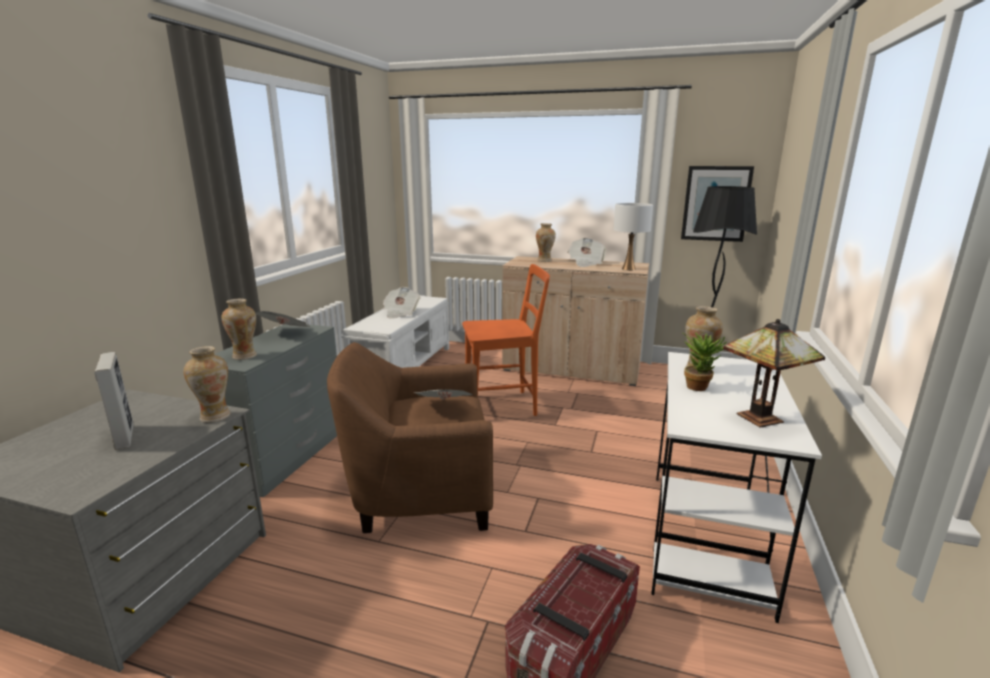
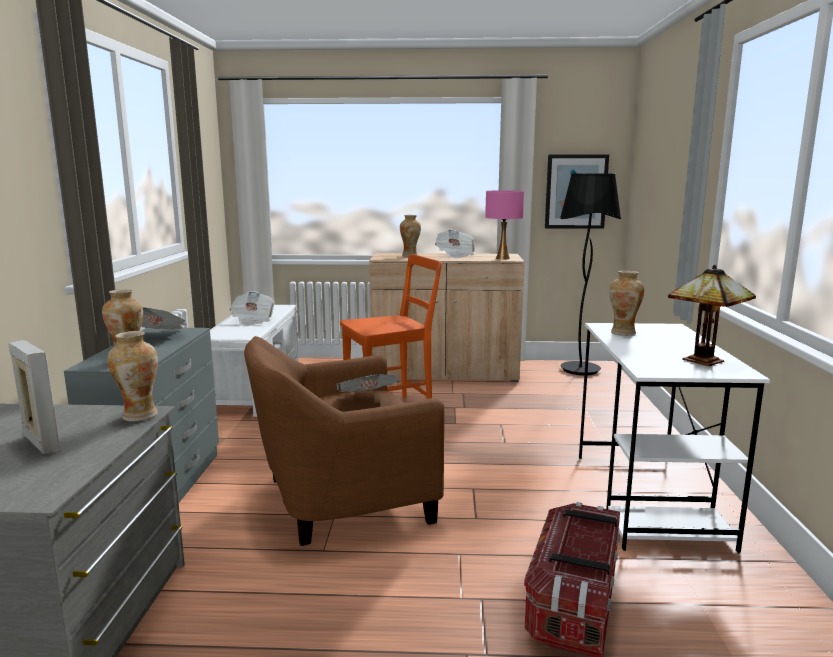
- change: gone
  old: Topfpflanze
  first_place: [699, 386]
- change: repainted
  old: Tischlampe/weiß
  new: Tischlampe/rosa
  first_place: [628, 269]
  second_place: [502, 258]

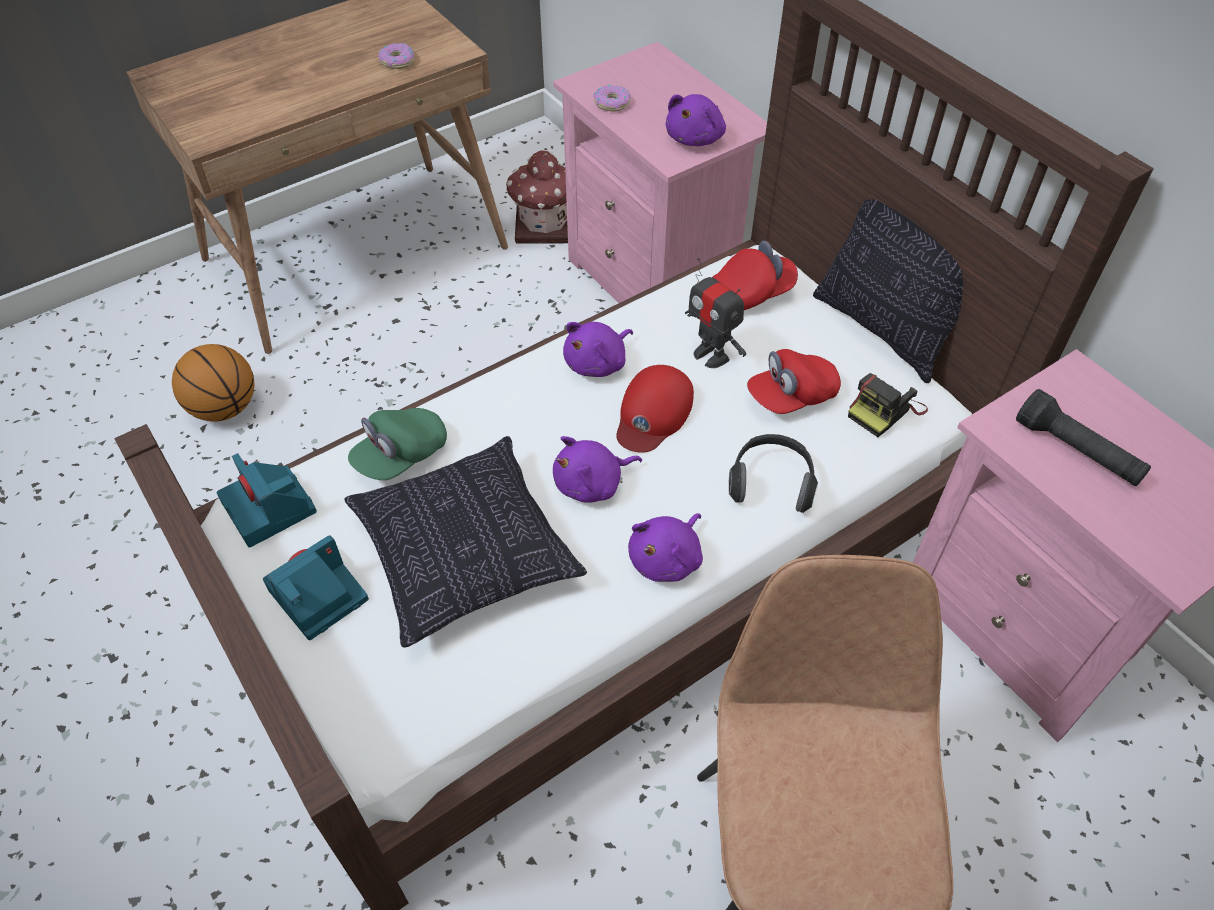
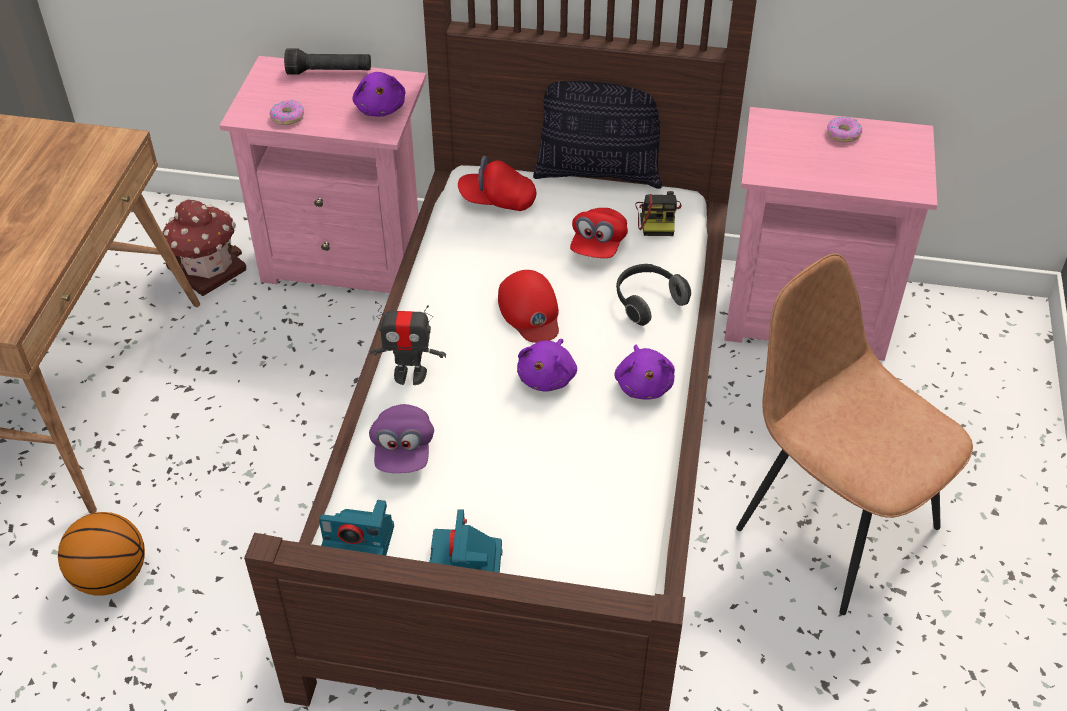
- change: gone
  old: Kissen
  first_place: [465, 553]
- change: gone
  old: Plüschtier/lila
  first_place: [598, 363]
- change: shifted
  old: Donut
  first_place: [397, 61]
  second_place: [843, 134]
- change: shifted
  old: Spielzeugroboter
  first_place: [711, 355]
  second_place: [410, 374]
- change: shifted
  old: Taschenlampe/schwarz
  first_place: [1076, 451]
  second_place: [329, 72]
- change: repainted
  old: Kappe/grün
  new: Kappe/lila
  first_place: [401, 456]
  second_place: [403, 451]
- change: rotated
  old: Kappe/rot
  first_place: [751, 294]
  second_place: [497, 200]
  degrees: -105

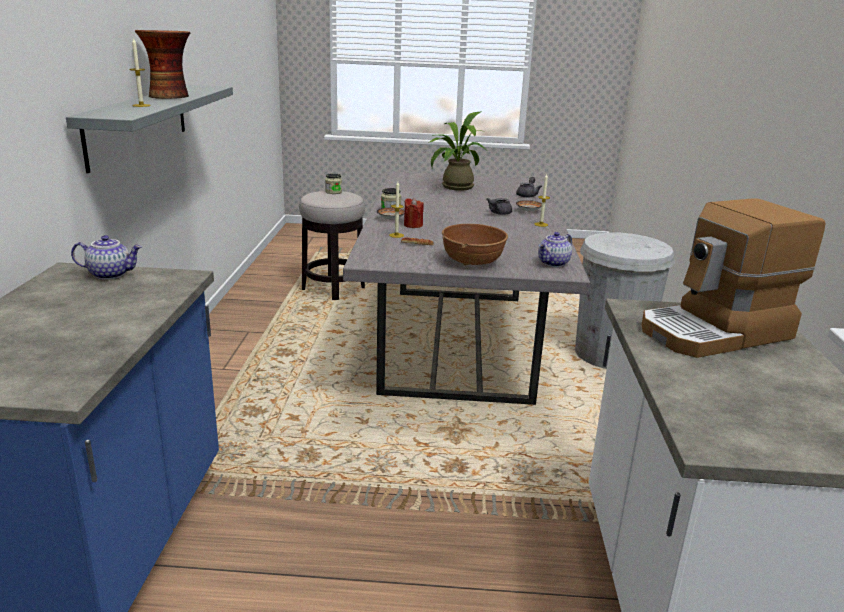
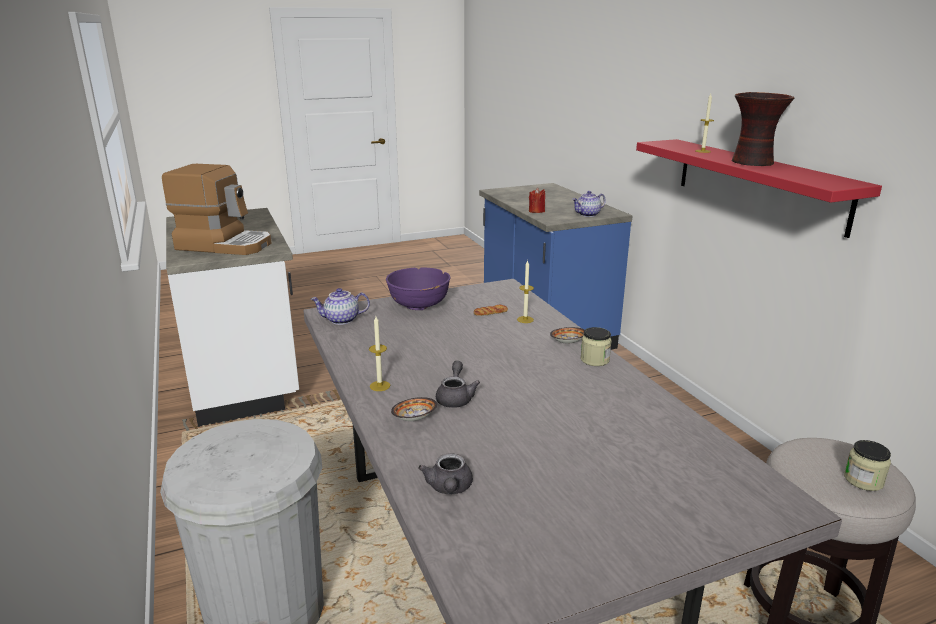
- change: gone
  old: Topfpflanze
  first_place: [454, 187]
- change: shifted
  old: Kerze/rot
  first_place: [413, 225]
  second_place: [536, 211]
- change: repainted
  old: Wandregal/grau
  new: Wandregal/rot
  first_place: [138, 123]
  second_place: [758, 183]
- change: repainted
  old: Schüssel/braun
  new: Schüssel/lila
  first_place: [472, 262]
  second_place: [418, 305]
- change: rotated
  old: Teekanne
  first_place: [554, 263]
  second_place: [341, 320]
  degrees: -120
- change: rotated
  old: Kaffeemaschine
  first_place: [716, 332]
  second_place: [225, 245]
  degrees: 60

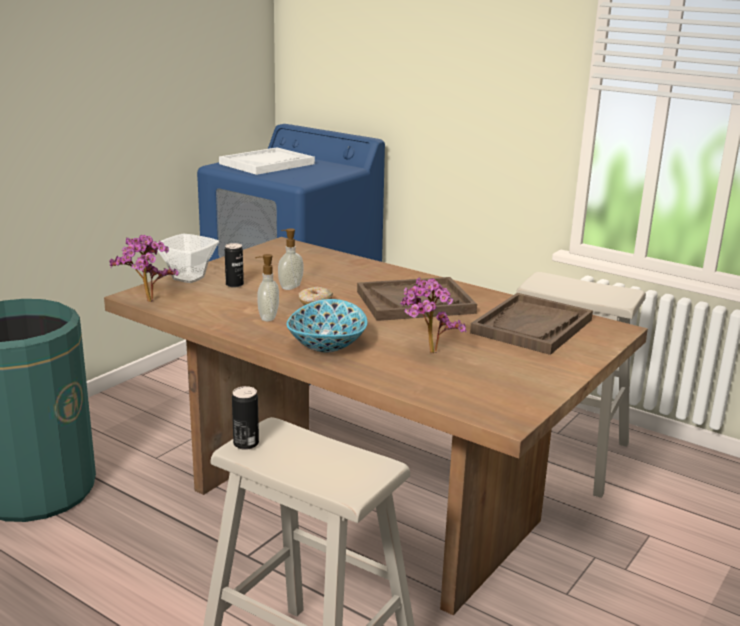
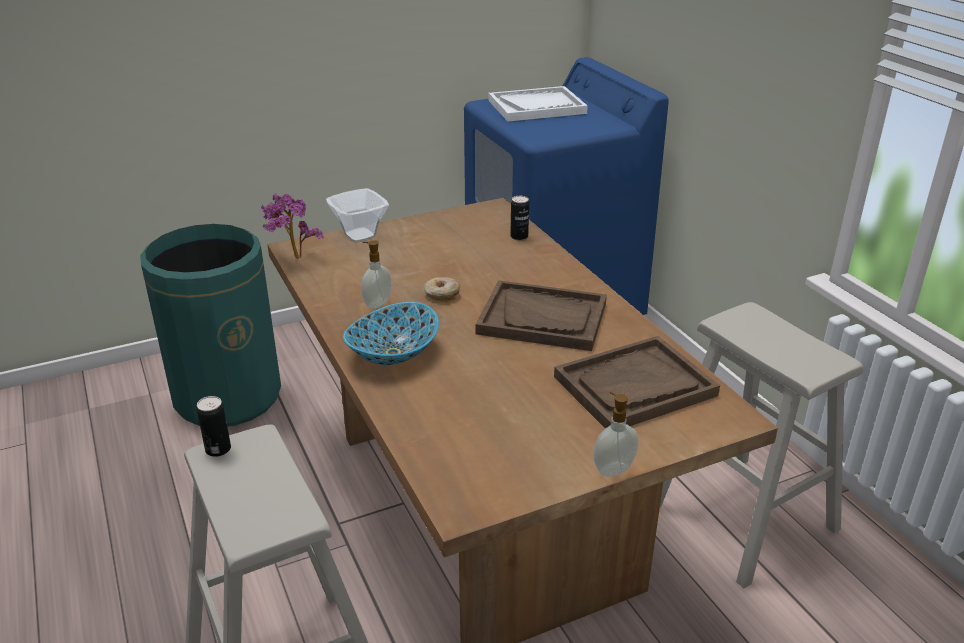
- change: gone
  old: Topfpflanze
  first_place: [427, 353]
- change: shifted
  old: Dose
  first_place: [234, 284]
  second_place: [519, 237]
- change: shifted
  old: Seifenspender
  first_place: [290, 287]
  second_place: [612, 469]

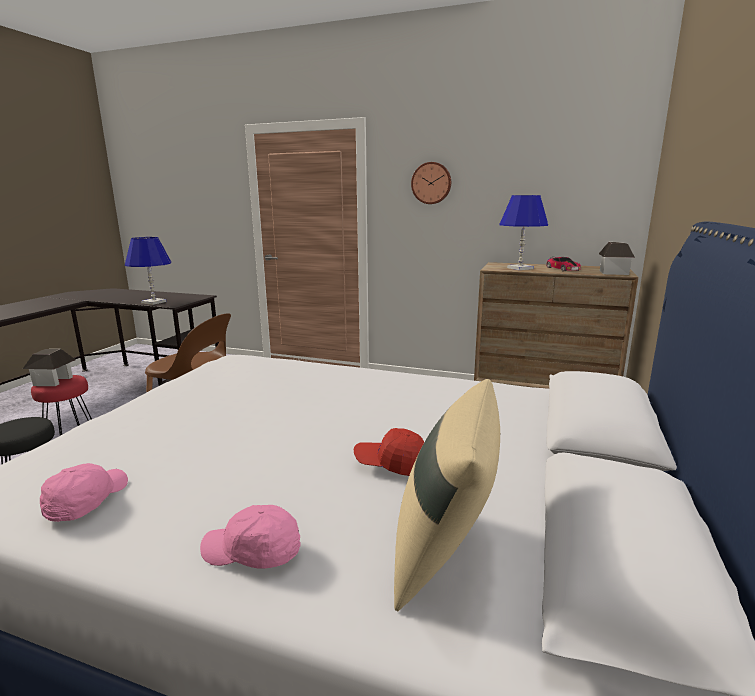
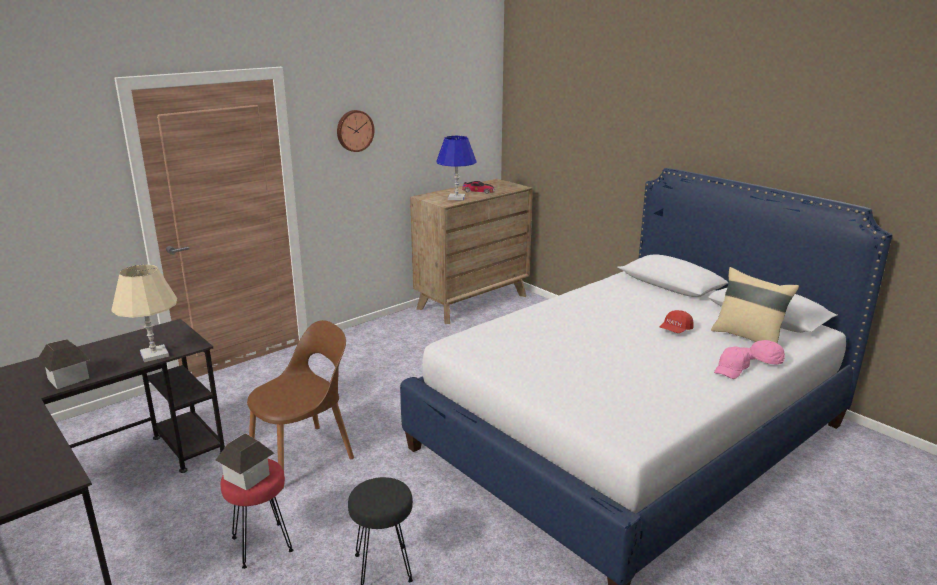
- change: shifted
  old: Kappe/rosa
  first_place: [86, 501]
  second_place: [761, 359]
- change: shifted
  old: Spielzeughaus
  first_place: [613, 272]
  second_place: [68, 378]
- change: repainted
  old: Tischlampe/blau
  new: Tischlampe/beige
  first_place: [154, 302]
  second_place: [154, 354]

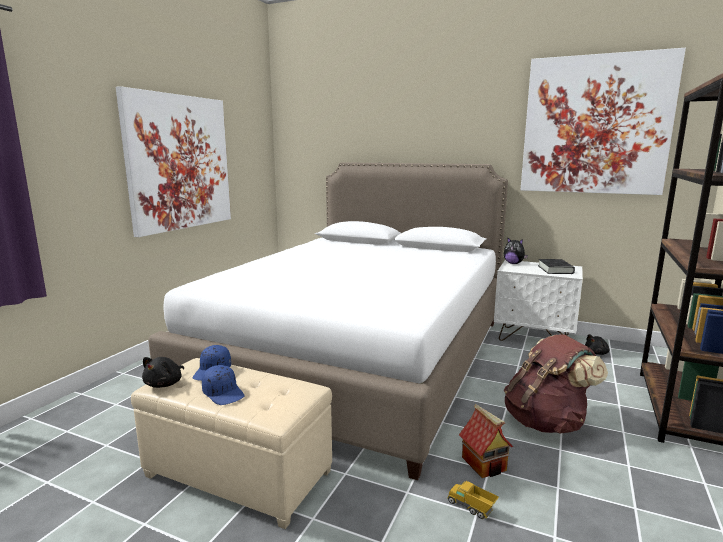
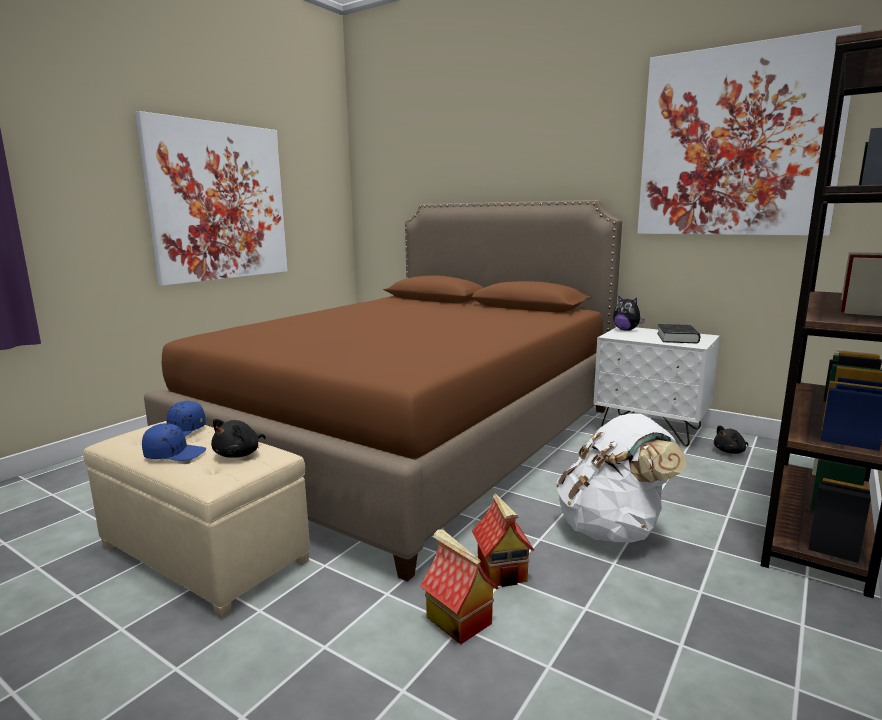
- change: shifted
  old: Plüschtier/schwarz
  first_place: [165, 384]
  second_place: [239, 454]
- change: swapped
  old: Spielzeuglaster
  new: Spielzeughaus
  first_place: [471, 508]
  second_place: [457, 620]
- change: repainted
  old: Bett/weiß
  new: Bett/braun
  first_place: [359, 357]
  second_place: [413, 439]
- change: repainted
  old: Rucksack/braun
  new: Rucksack/weiß
  first_place: [546, 422]
  second_place: [612, 529]
- change: rotated
  old: Kappe/blau
  first_place: [224, 393]
  second_place: [175, 454]
  degrees: -60

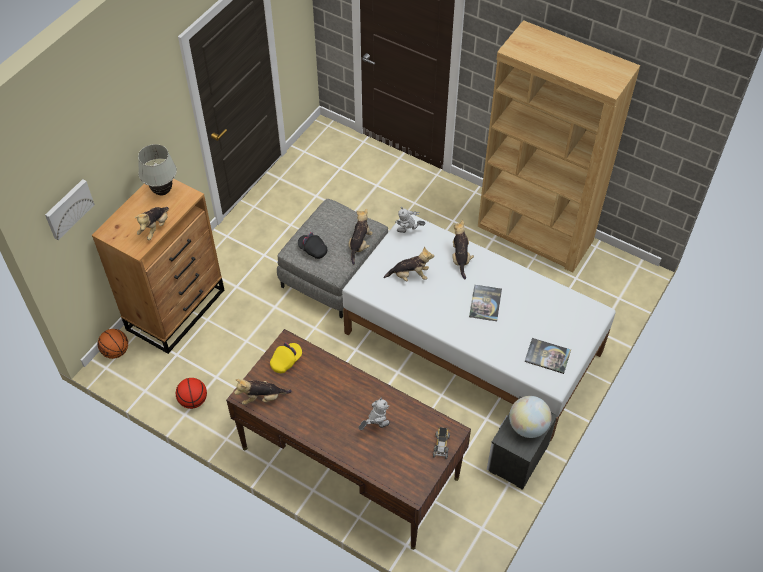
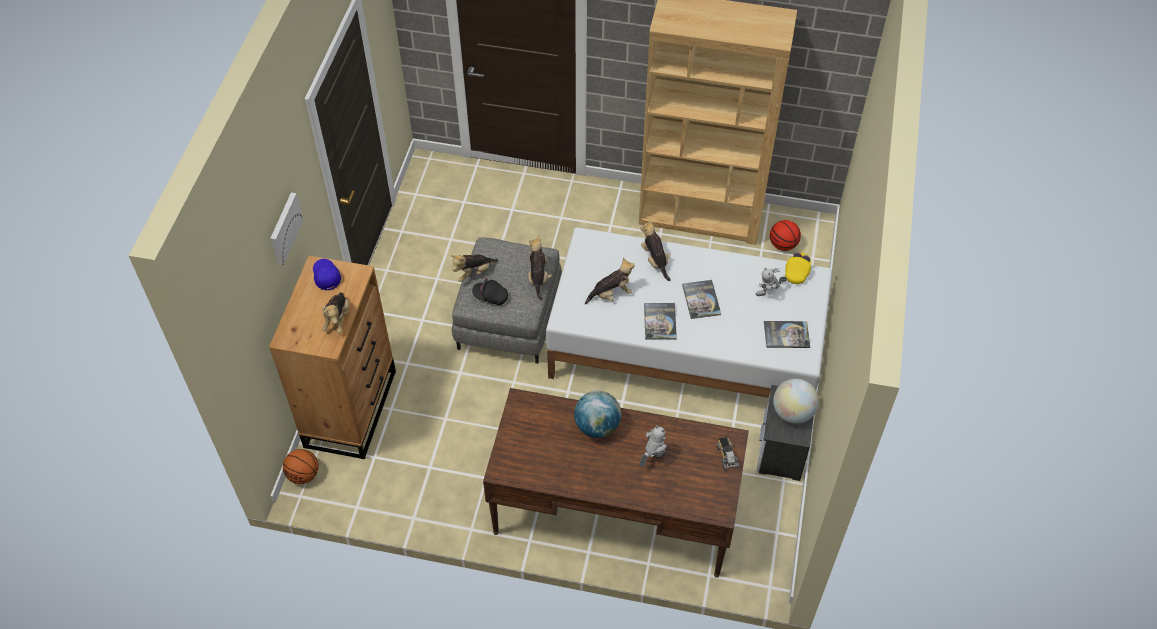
- change: new
  new: Globus
  second_place: [597, 426]
- change: new
  new: Buch
  second_place: [660, 321]
- change: shifted
  old: Bild
  first_place: [68, 208]
  second_place: [284, 228]
- change: shifted
  old: Basketball
  first_place: [193, 400]
  second_place: [783, 245]
- change: shifted
  old: Plüschtier
  first_place: [262, 398]
  second_place: [473, 273]
- change: shifted
  old: Kappe/gelb
  first_place: [286, 361]
  second_place: [797, 272]
- change: shifted
  old: Spielzeugroboter
  first_place: [408, 232]
  second_place: [769, 293]
- change: swapped
  old: Tischlampe/weiß
  new: Kappe/blau
  first_place: [162, 191]
  second_place: [326, 277]

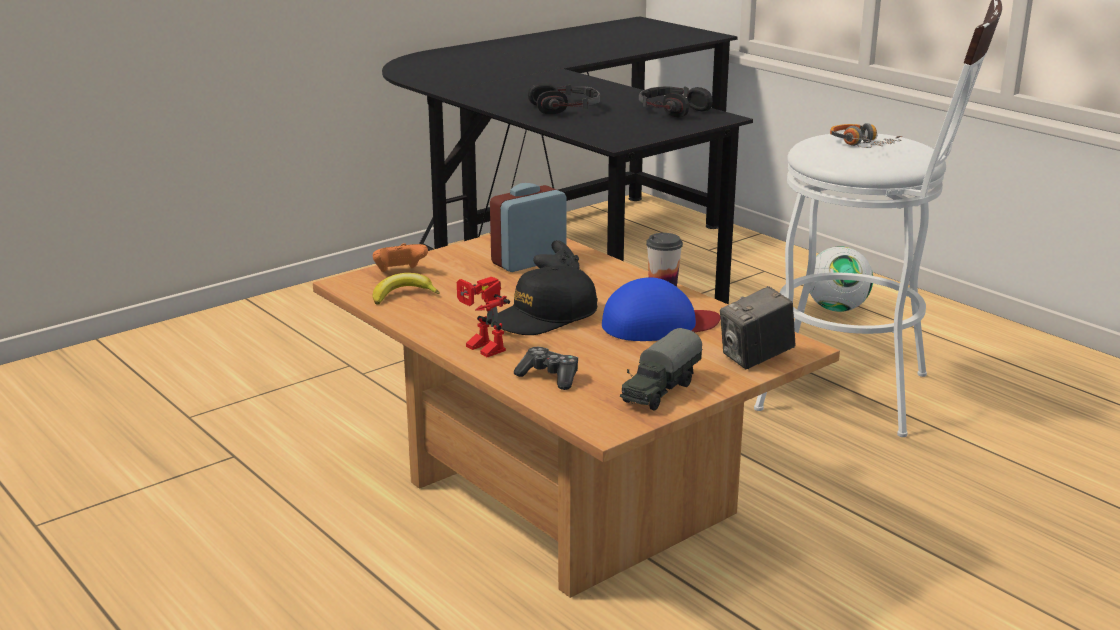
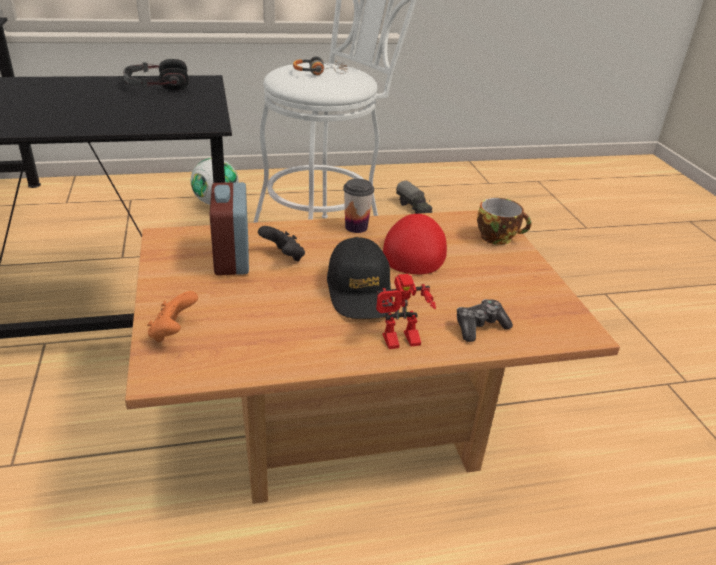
- change: gone
  old: Banane
  first_place: [403, 295]
- change: gone
  old: Kopfhörer
  first_place: [565, 108]
- change: shifted
  old: Spielzeuglaster
  first_place: [659, 391]
  second_place: [414, 208]
- change: swapped
  old: Kamera
  new: Tasse
  first_place: [755, 358]
  second_place: [498, 237]
- change: repainted
  old: Kappe/blau
  new: Kappe/rot
  first_place: [658, 324]
  second_place: [415, 249]

